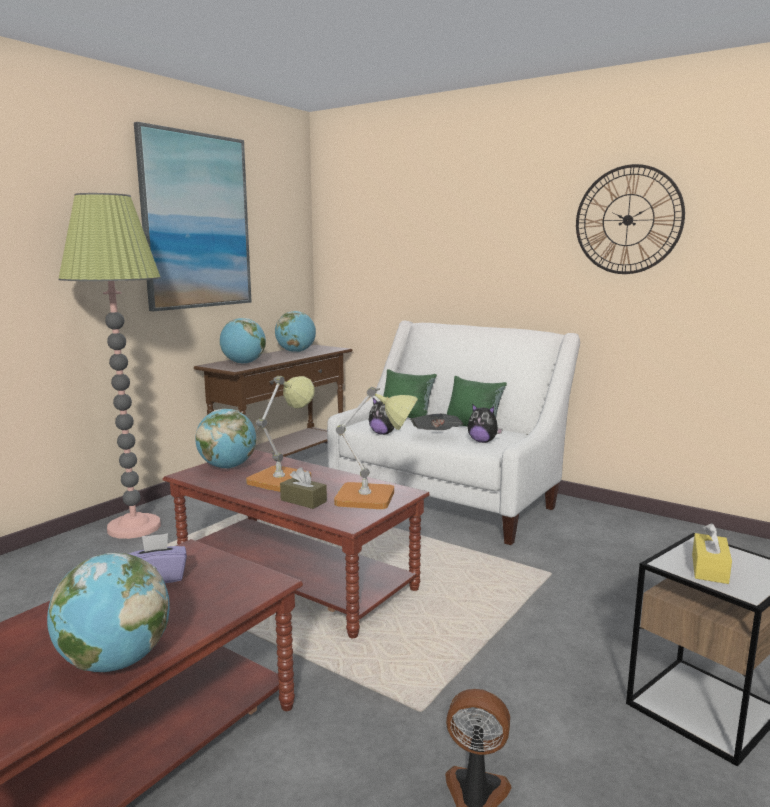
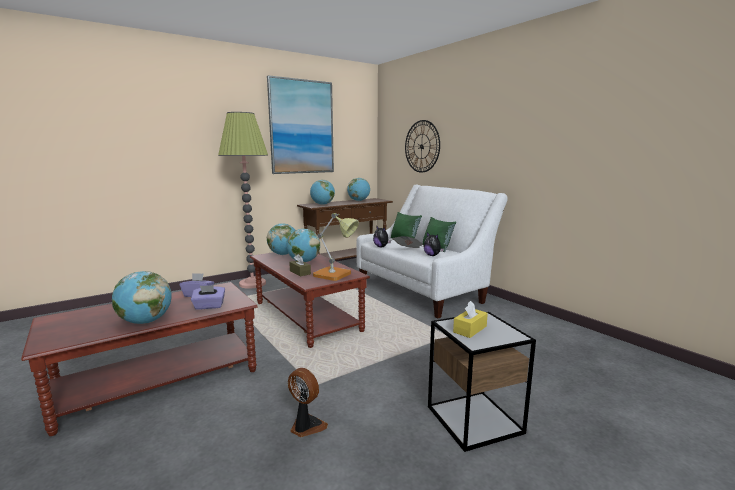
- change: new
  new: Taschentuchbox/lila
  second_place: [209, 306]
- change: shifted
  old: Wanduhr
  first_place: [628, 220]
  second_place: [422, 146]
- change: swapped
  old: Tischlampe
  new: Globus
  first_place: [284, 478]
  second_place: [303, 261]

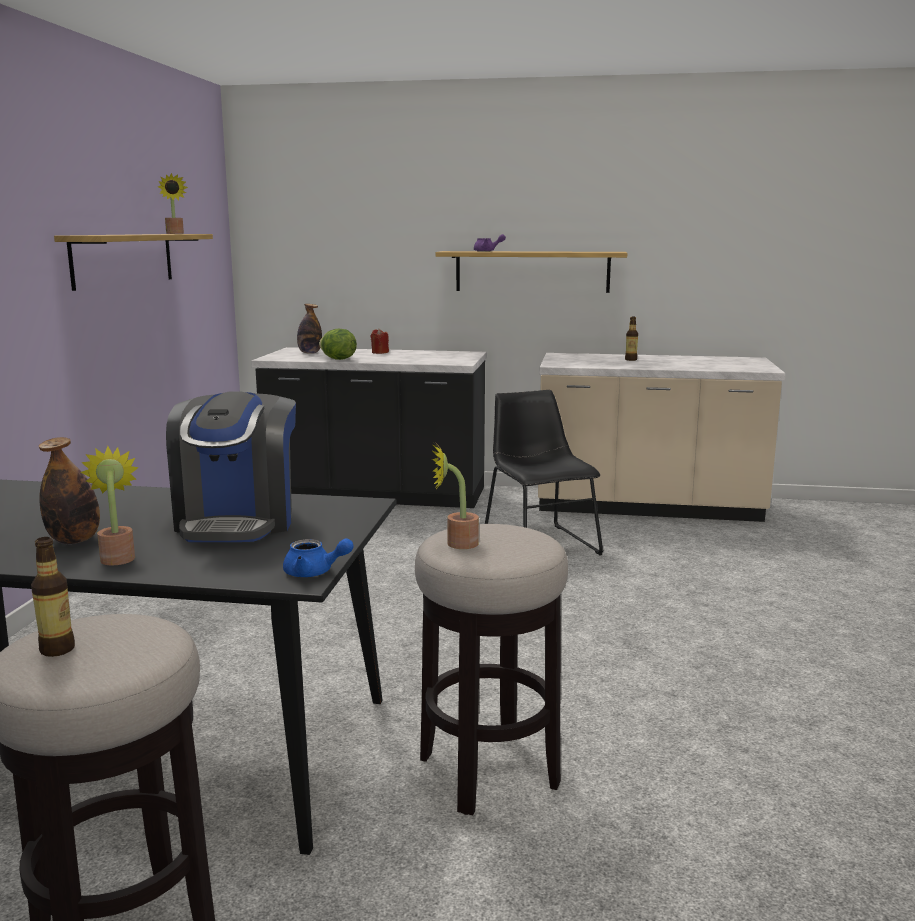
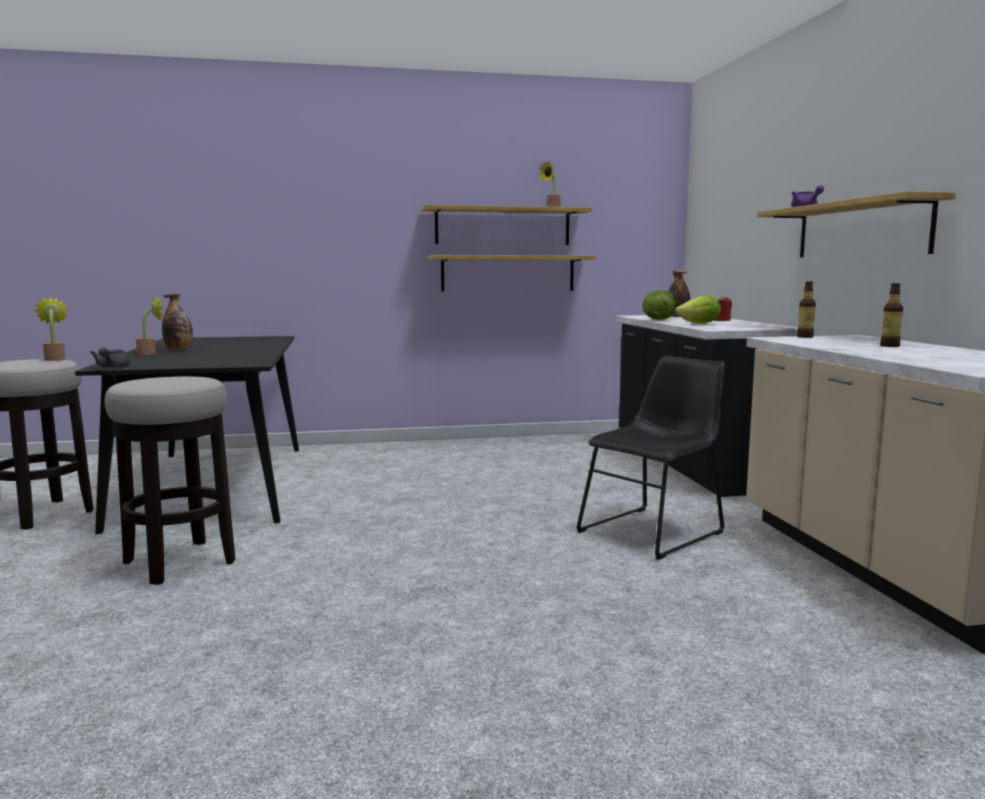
- change: gone
  old: Kaffeemaschine
  first_place: [238, 521]
- change: new
  new: Wandregal
  second_place: [508, 273]
- change: new
  new: Salatkopf
  second_place: [700, 323]
- change: shifted
  old: Flasche
  first_place: [57, 649]
  second_place: [805, 337]
- change: shifted
  old: Topfpflanze
  first_place: [456, 544]
  second_place: [55, 359]
- change: repainted
  old: Teekanne/blau
  new: Teekanne/grau
  first_place: [314, 573]
  second_place: [111, 368]

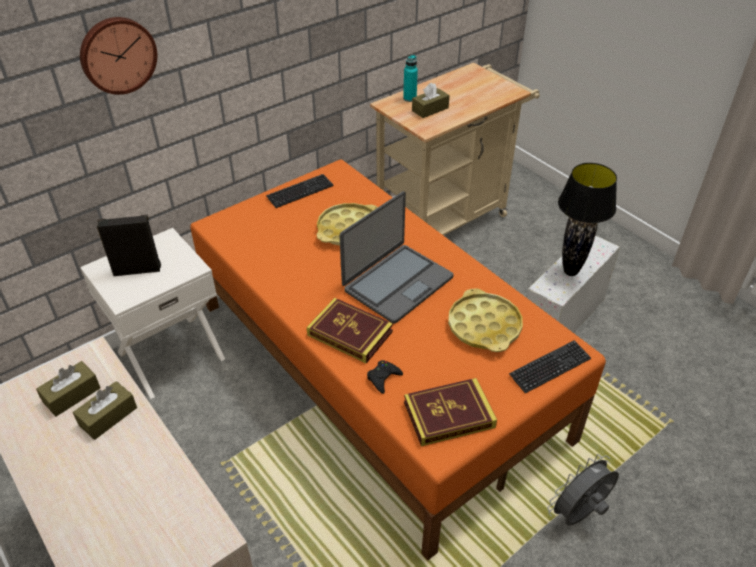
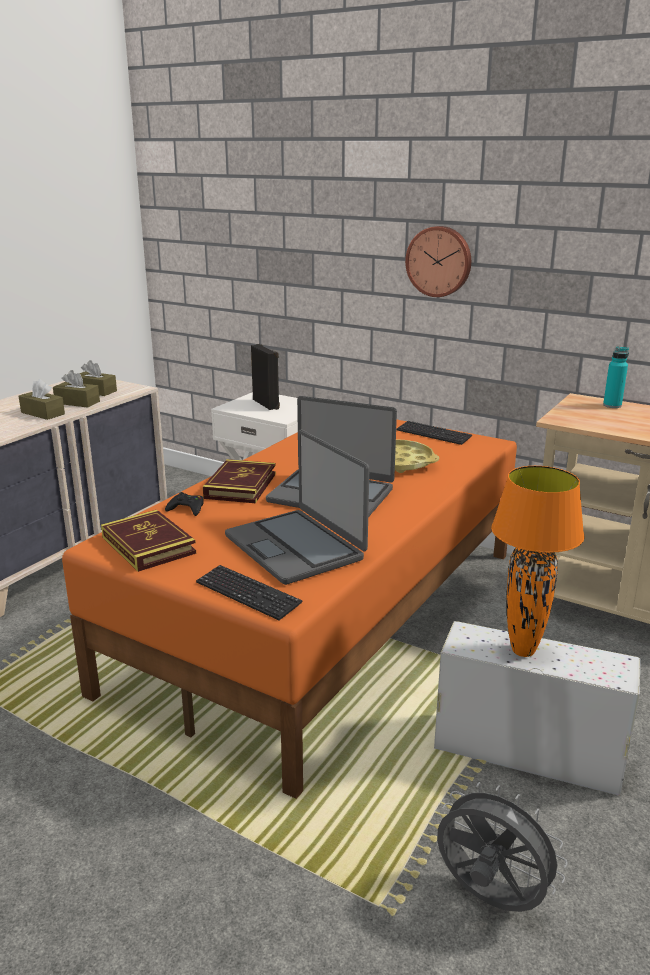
- change: shifted
  old: Wanduhr
  first_place: [117, 54]
  second_place: [439, 261]
- change: shifted
  old: Taschentuchbox/braun
  first_place: [430, 109]
  second_place: [42, 413]
- change: shifted
  old: Ventilator/grau
  first_place: [578, 514]
  second_place: [489, 899]
- change: swapped
  old: Tablett/gelb
  new: Laptop
  first_place: [484, 326]
  second_place: [295, 547]
- change: repainted
  old: Tischlampe/schwarz
  new: Tischlampe/orange
  first_place: [570, 272]
  second_place: [522, 651]

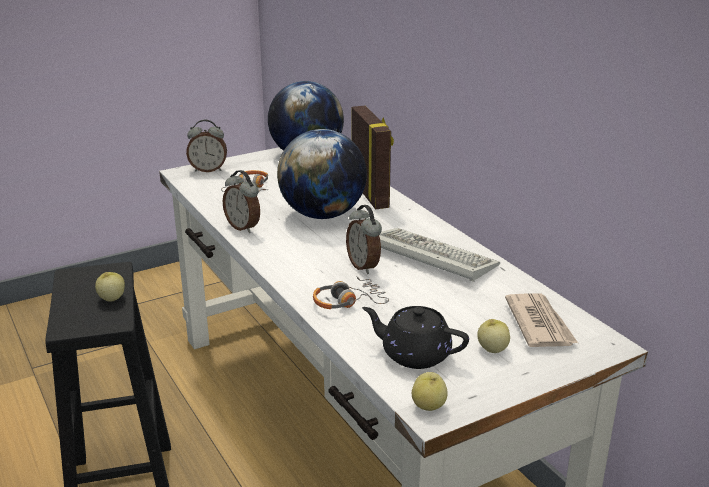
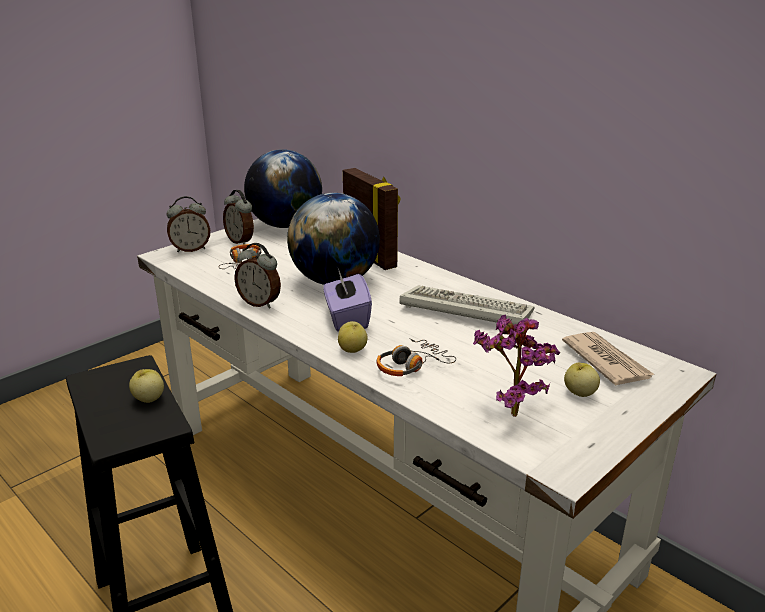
- change: new
  new: Taschentuchbox/lila
  second_place: [347, 319]
- change: shifted
  old: Wecker
  first_place: [364, 266]
  second_place: [241, 241]
- change: shifted
  old: Apfel
  first_place: [429, 405]
  second_place: [353, 349]
- change: swapped
  old: Teekanne/schwarz
  new: Topfpflanze
  first_place: [414, 354]
  second_place: [509, 410]

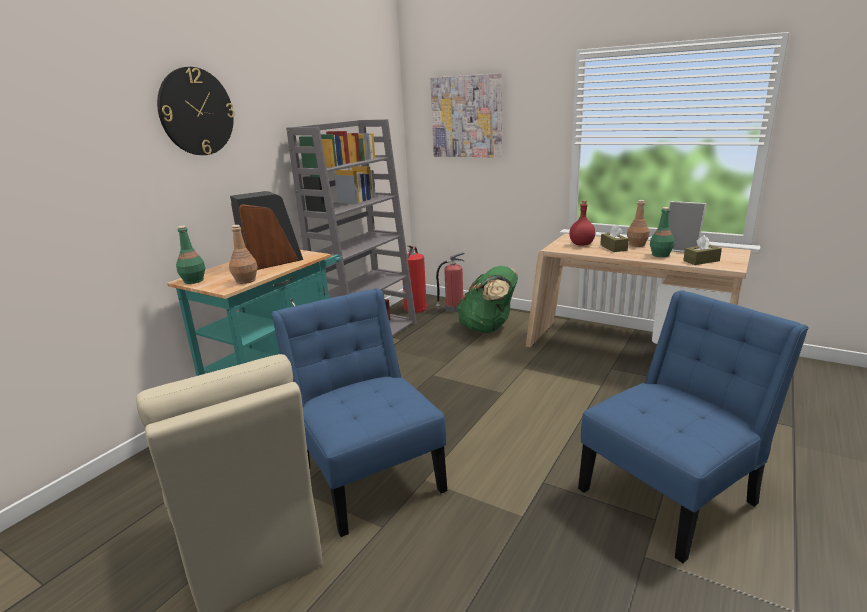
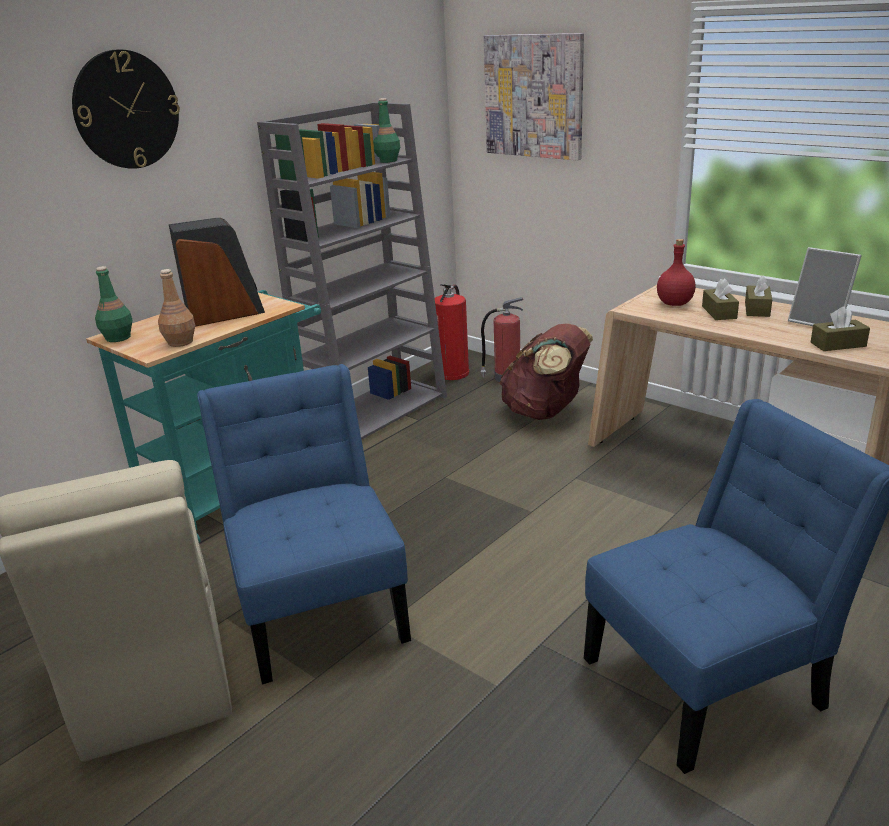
- change: shifted
  old: Flasche/grün
  first_place: [660, 255]
  second_place: [387, 160]
- change: swapped
  old: Flasche/braun
  new: Taschentuchbox/braun
  first_place: [636, 245]
  second_place: [757, 309]
- change: repainted
  old: Rucksack/grün
  new: Rucksack/braun
  first_place: [488, 328]
  second_place: [545, 412]

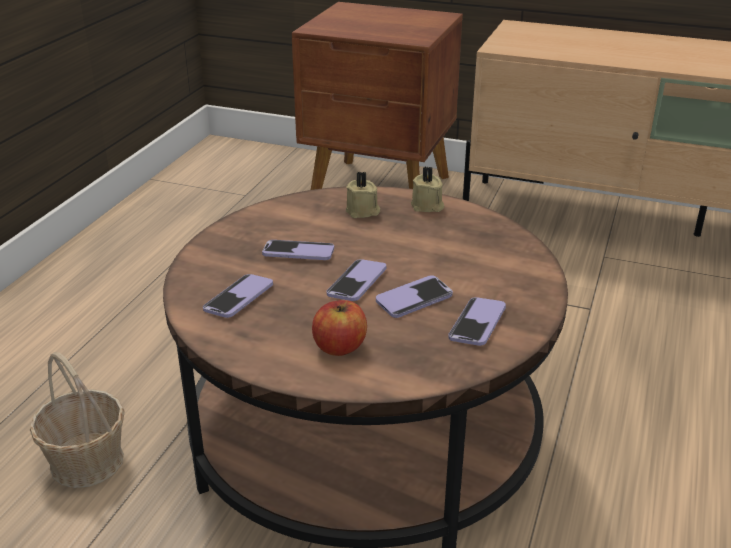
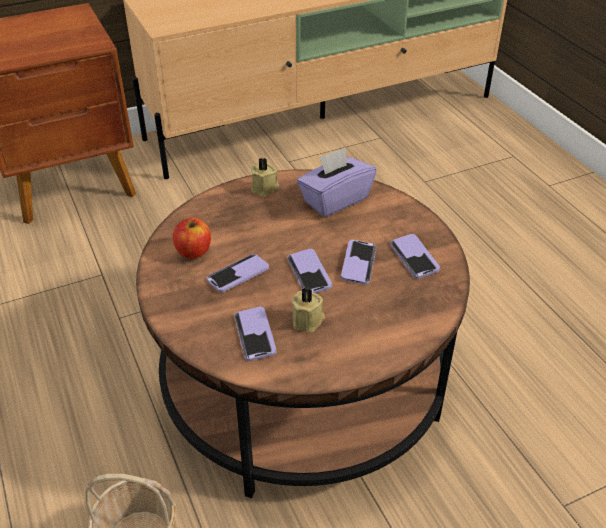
- change: new
  new: Taschentuchbox/lila
  second_place: [335, 200]
- change: shifted
  old: Apfel
  first_place: [339, 347]
  second_place: [193, 251]
- change: shifted
  old: Kerze/beige
  first_place: [363, 212]
  second_place: [308, 320]

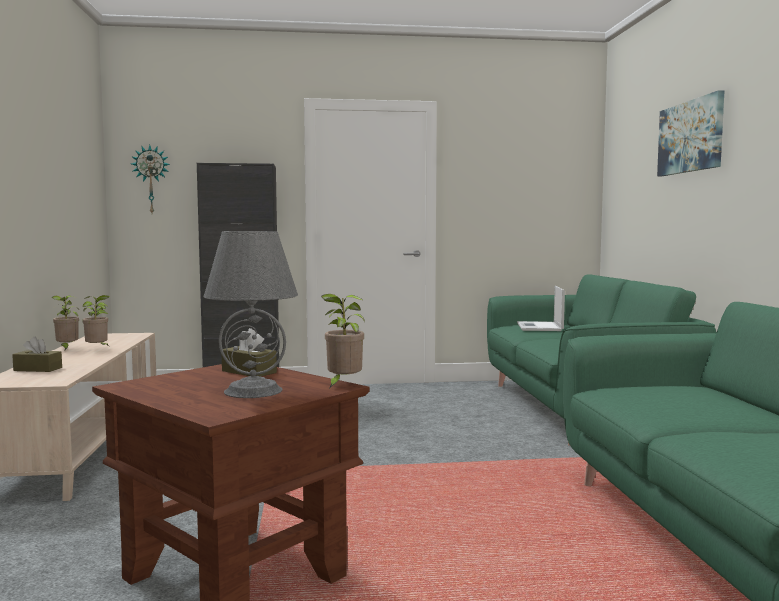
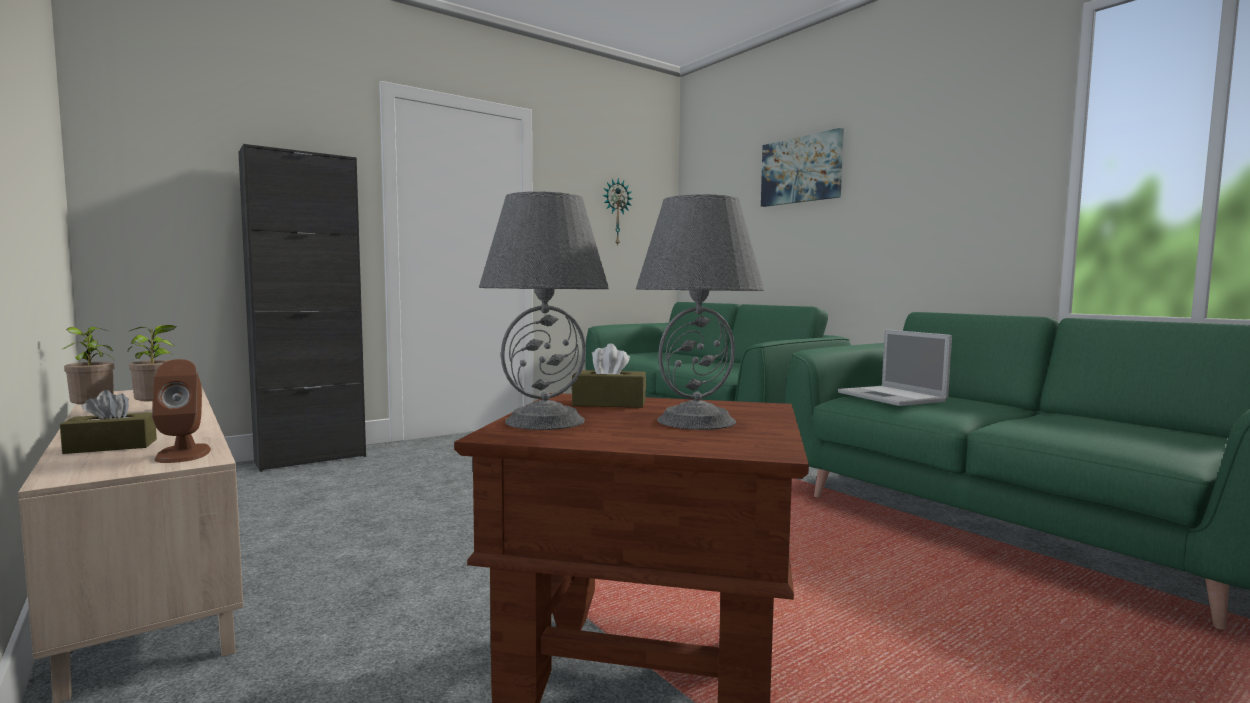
- change: gone
  old: Topfpflanze
  first_place: [342, 385]
- change: new
  new: Lautsprecher/braun
  second_place: [183, 454]
- change: new
  new: Tischlampe/grau
  second_place: [545, 420]
- change: shifted
  old: Wanduhr
  first_place: [151, 180]
  second_place: [616, 212]
- change: shifted
  old: Laptop
  first_place: [540, 327]
  second_place: [892, 397]

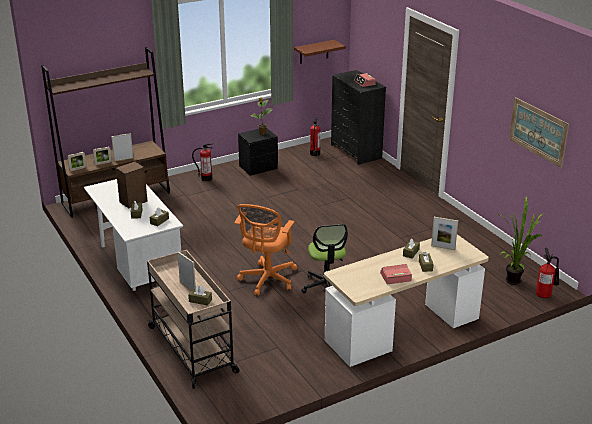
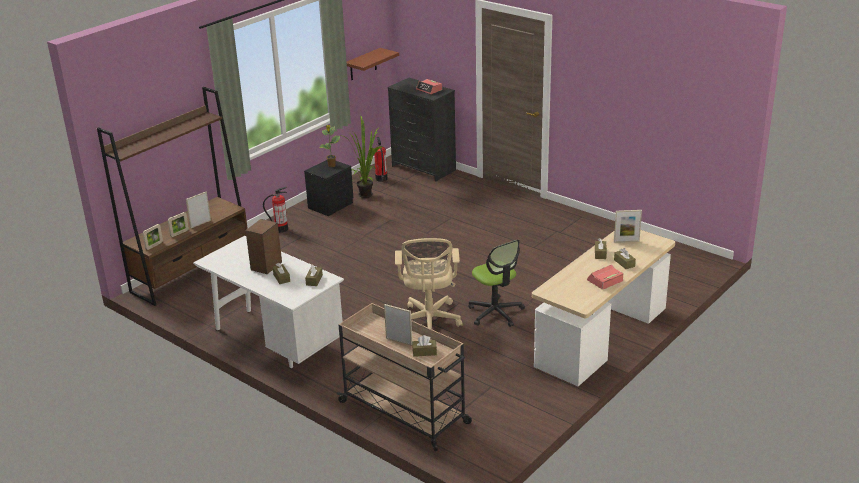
- change: gone
  old: Bild
  first_place: [538, 131]
- change: gone
  old: Feuerlöscher
  first_place: [545, 295]
- change: shifted
  old: Topfpflanze
  first_place: [515, 279]
  second_place: [367, 193]
- change: repainted
  old: Bürostuhl/orange
  new: Bürostuhl/beige
  first_place: [267, 280]
  second_place: [429, 322]

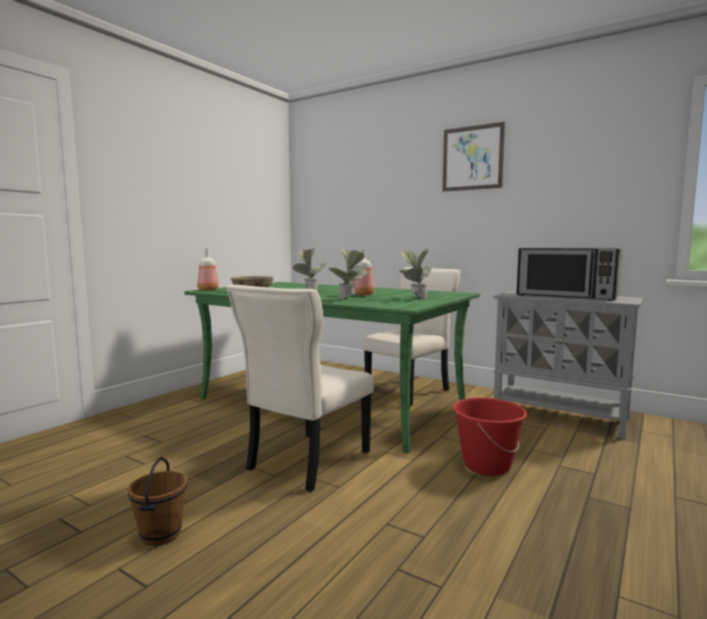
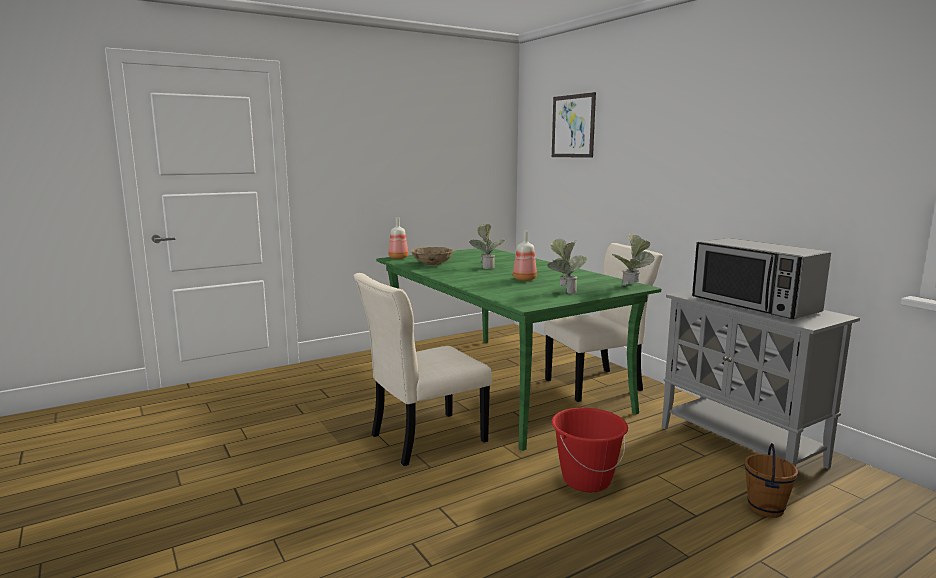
- change: shifted
  old: Eimer/braun
  first_place: [161, 535]
  second_place: [766, 509]
- change: shifted
  old: Topfpflanze
  first_place: [349, 299]
  second_place: [632, 286]
- change: shifted
  old: Bild
  first_place: [472, 158]
  second_place: [573, 126]

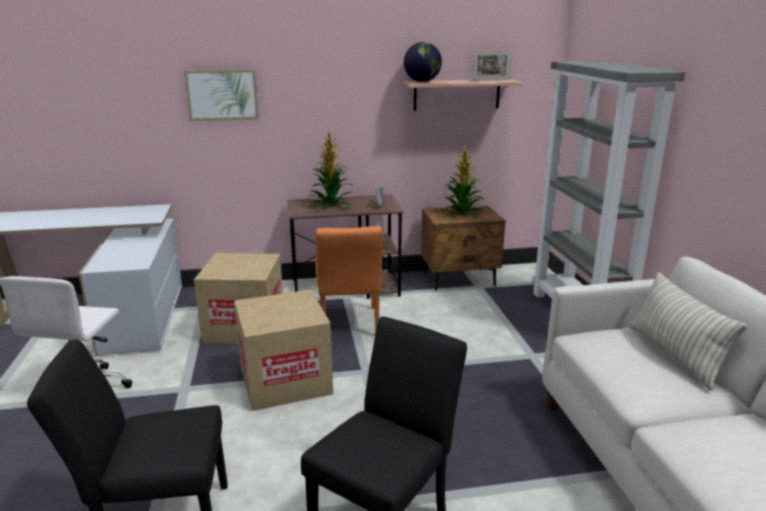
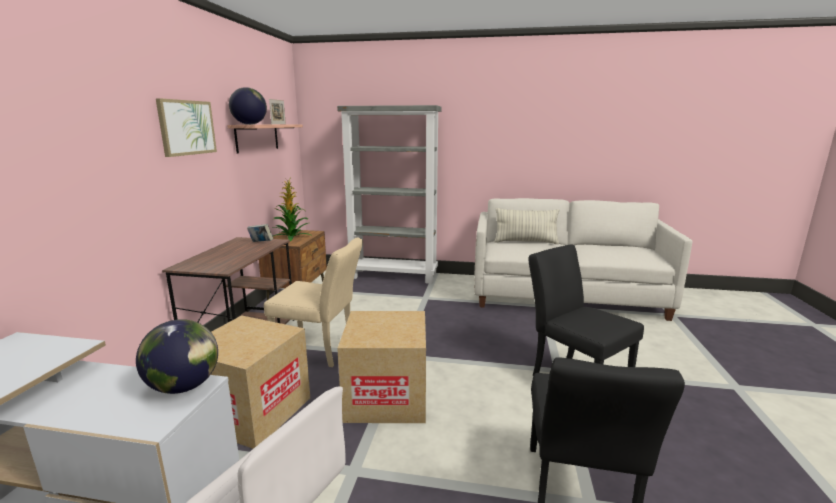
- change: gone
  old: Topfpflanze
  first_place: [330, 205]
- change: new
  new: Globus
  second_place: [184, 387]
- change: shifted
  old: Bild
  first_place: [222, 95]
  second_place: [187, 127]
- change: repainted
  old: Stuhl/orange
  new: Stuhl/beige
  first_place: [349, 326]
  second_place: [320, 350]

